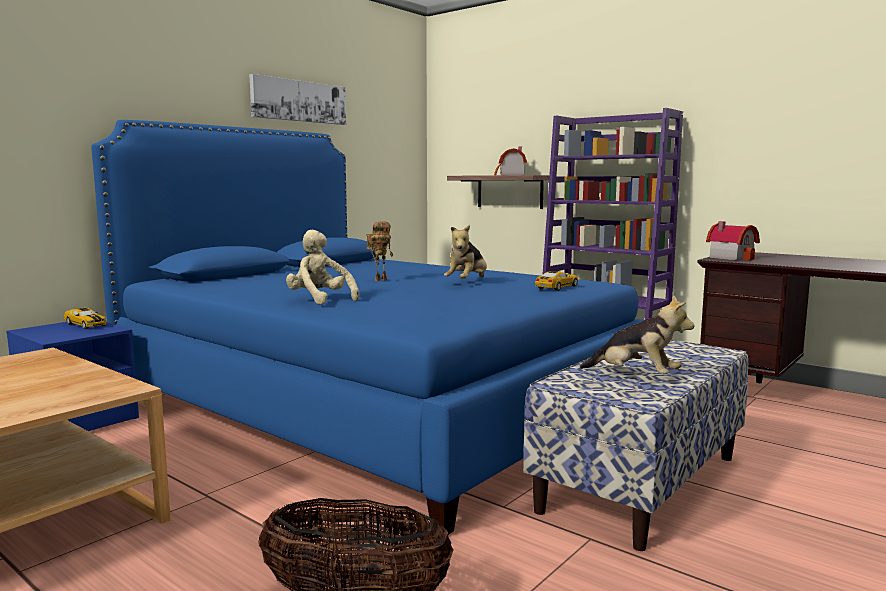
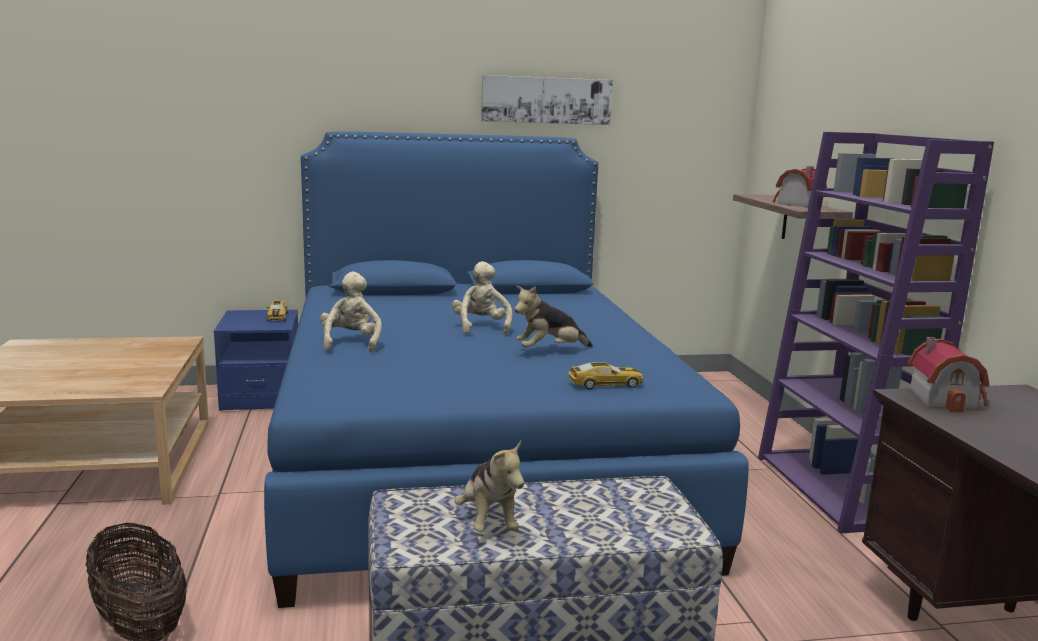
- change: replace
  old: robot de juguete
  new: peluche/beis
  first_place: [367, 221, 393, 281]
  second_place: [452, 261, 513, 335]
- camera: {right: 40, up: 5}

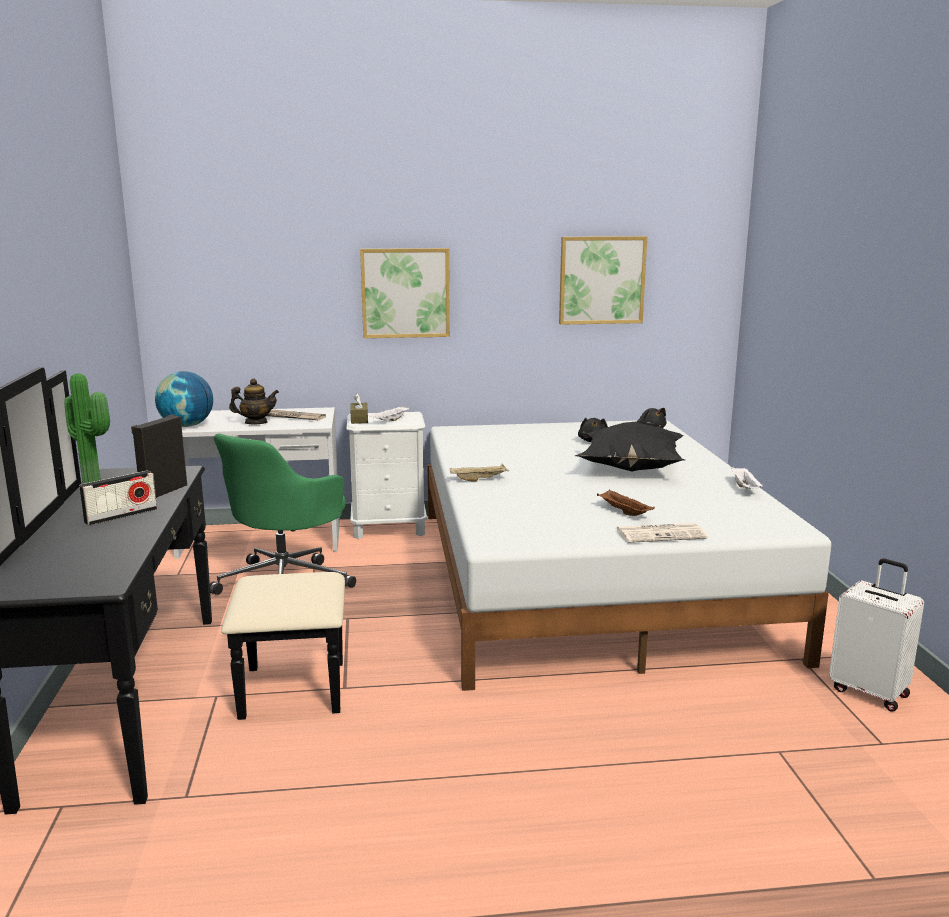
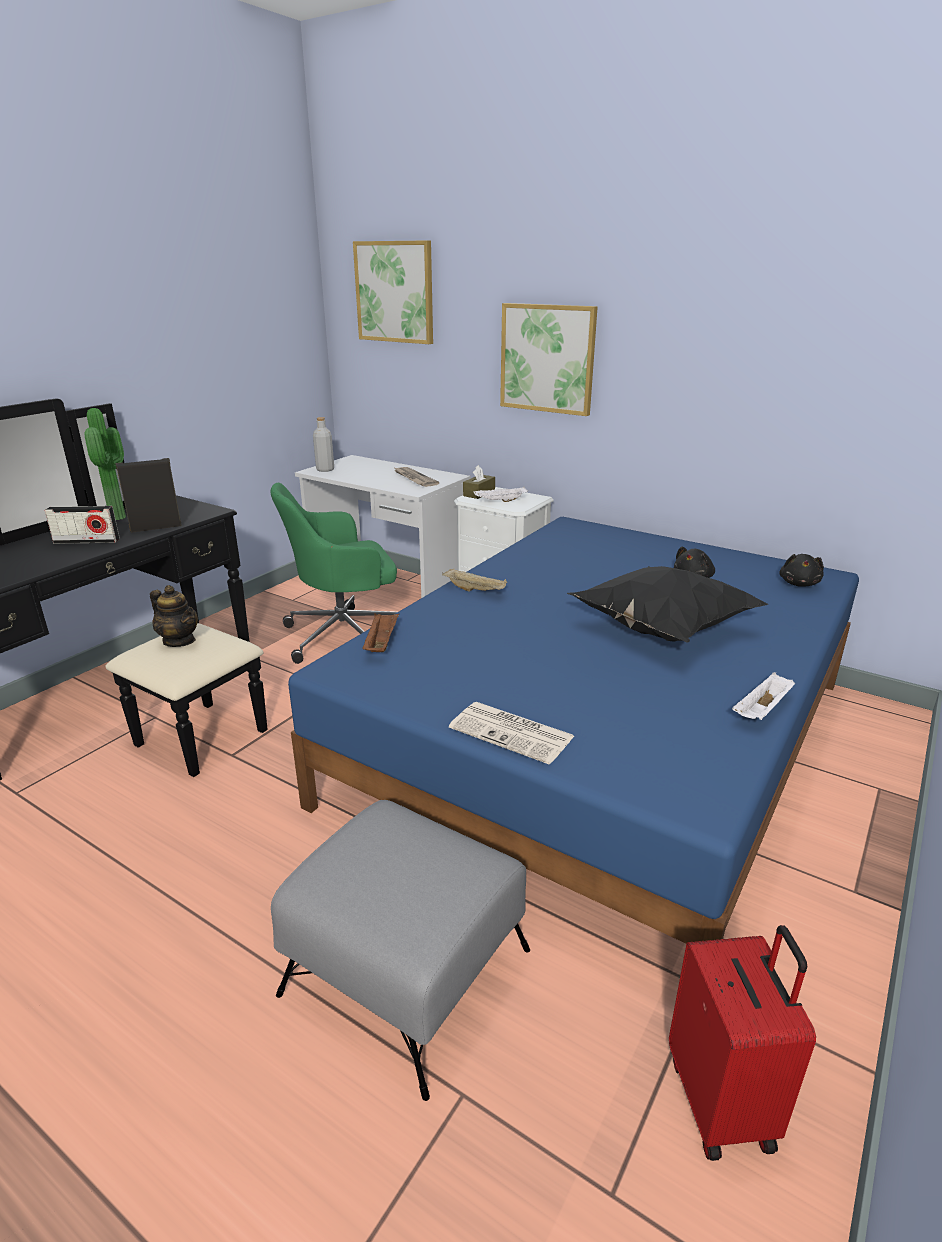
- change: move
  old: tetera
  first_place: [229, 378, 279, 424]
  second_place: [150, 585, 198, 647]
- change: insert
  new: puf/gris
  second_place: [271, 800, 530, 1101]
- change: recolor
  old: cama/blanco
  new: cama/azul
  first_place: [427, 420, 831, 691]
  second_place: [288, 517, 859, 944]
- change: replace
  old: globo terráqueo
  new: botella/gris
  first_place: [155, 371, 213, 427]
  second_place: [313, 417, 334, 472]
- change: move
  old: cuadro
  first_place: [559, 236, 647, 325]
  second_place: [353, 240, 433, 344]
- change: move
  old: bandeja/marrón
  first_place: [597, 490, 655, 516]
  second_place: [363, 613, 399, 652]
- change: recolor
  old: maleta/blanco
  new: maleta/rojo
  first_place: [829, 559, 924, 712]
  second_place: [669, 925, 816, 1161]
- camera: {right: 40, up: 10}

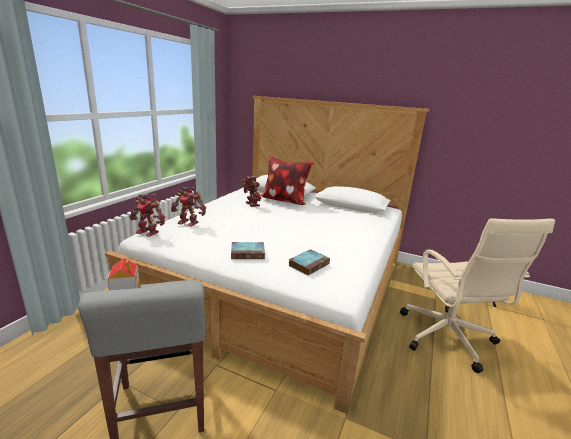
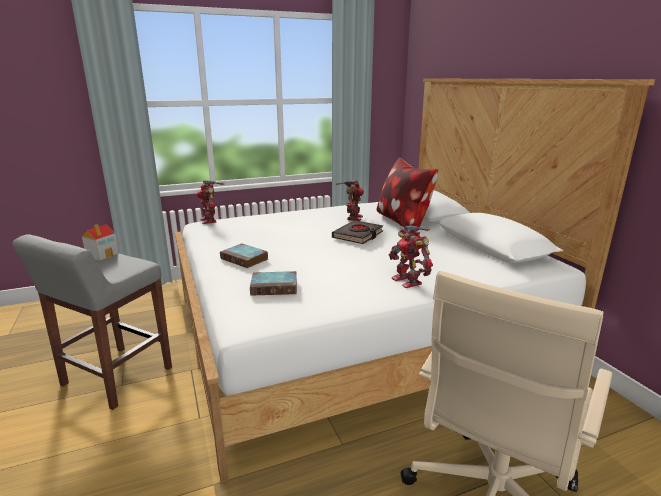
- change: insert
  new: libro/negro
  second_place: [332, 220, 383, 244]
- change: move
  old: robot de juguete
  first_place: [171, 187, 206, 227]
  second_place: [389, 226, 433, 288]
- camera: {right: 45, up: 0}

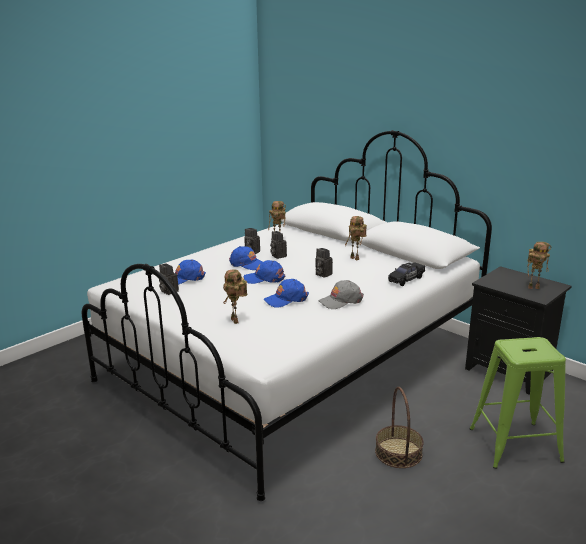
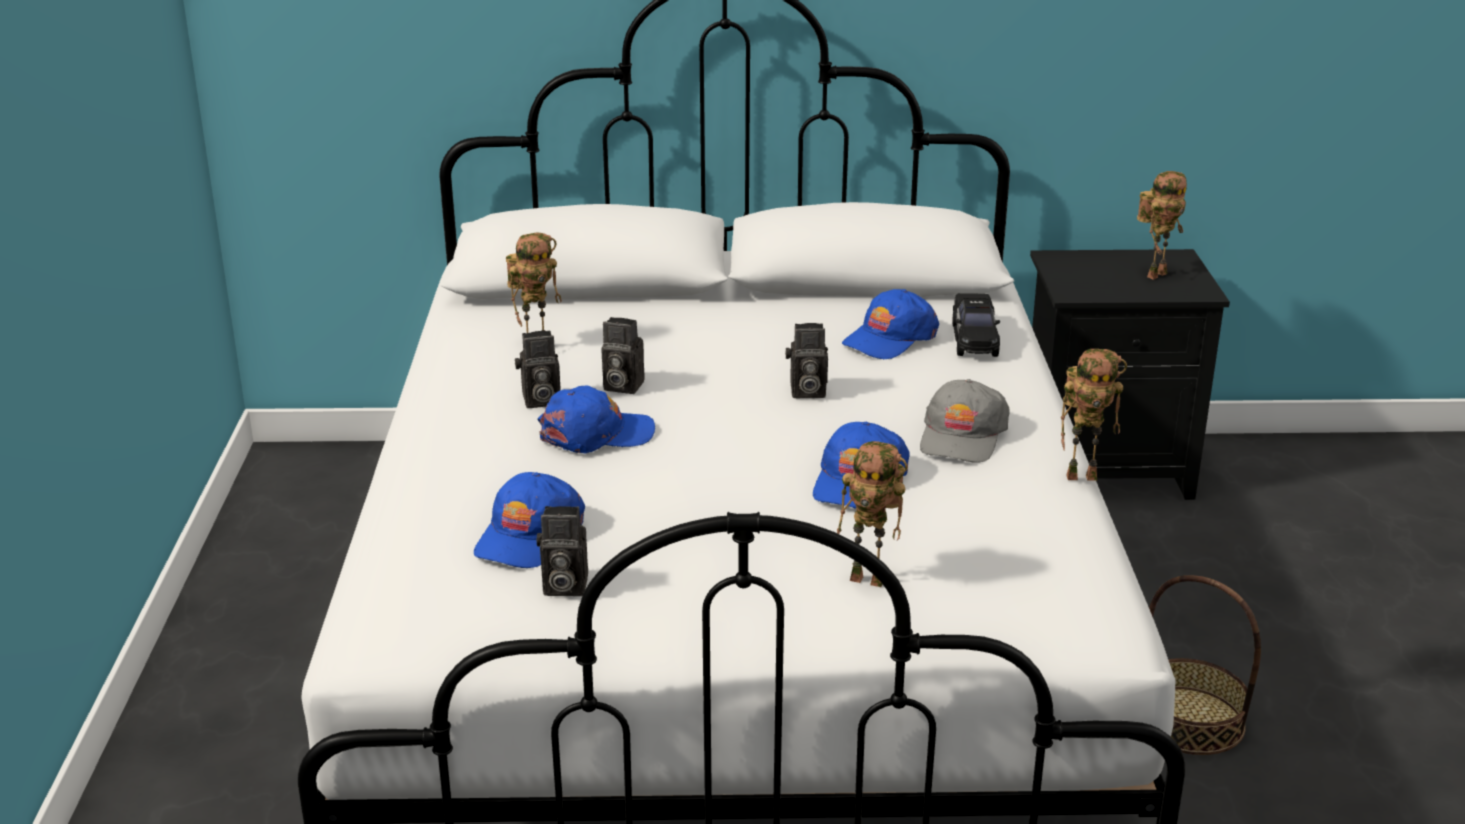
- change: move
  old: gorra/azul
  first_place: [244, 260, 285, 284]
  second_place: [842, 289, 939, 359]
- change: move
  old: robot de juguete
  first_place: [345, 216, 367, 260]
  second_place: [1061, 349, 1127, 481]
- change: delete
  old: taburete/verde
  first_place: [470, 337, 566, 469]
- camera: {right: -45, up: 5}

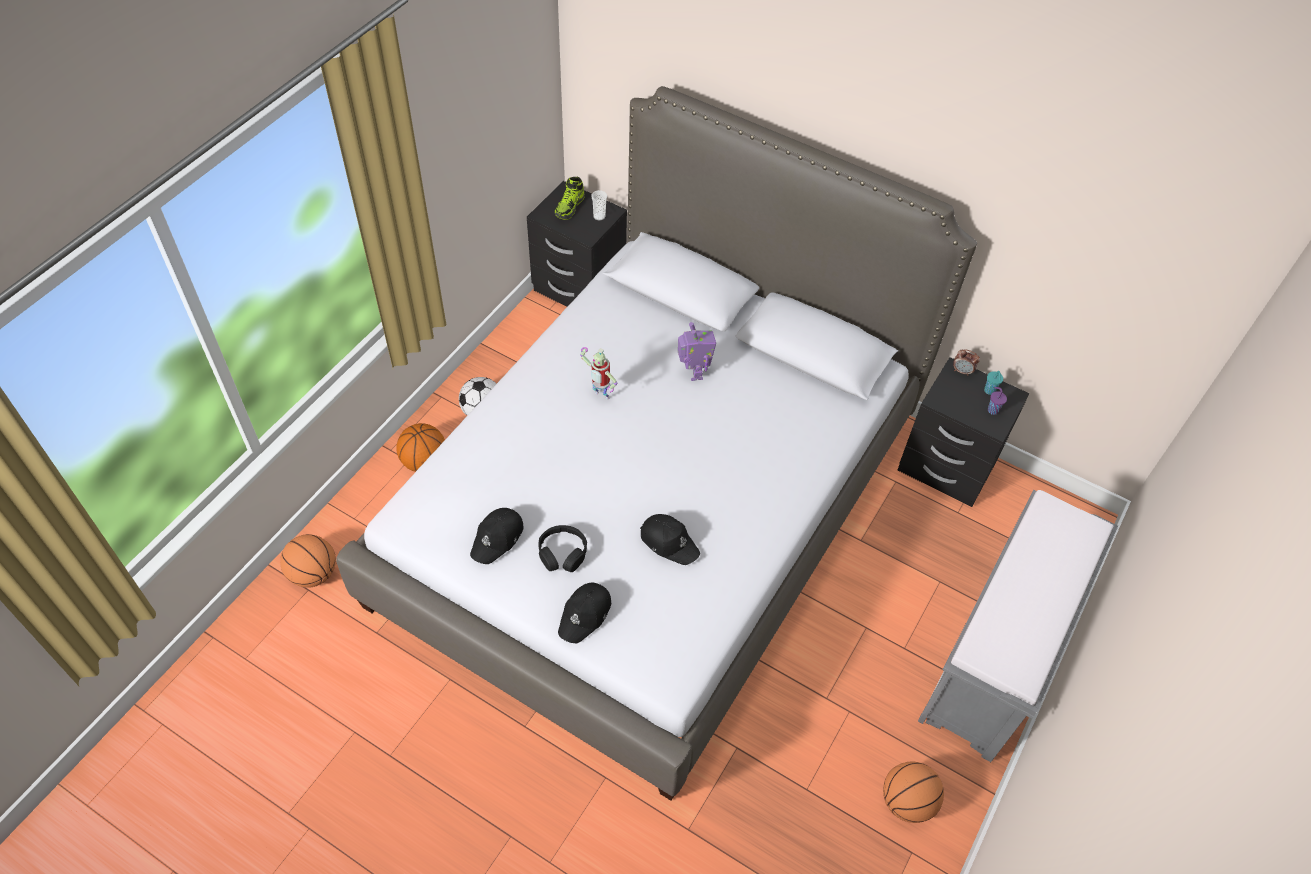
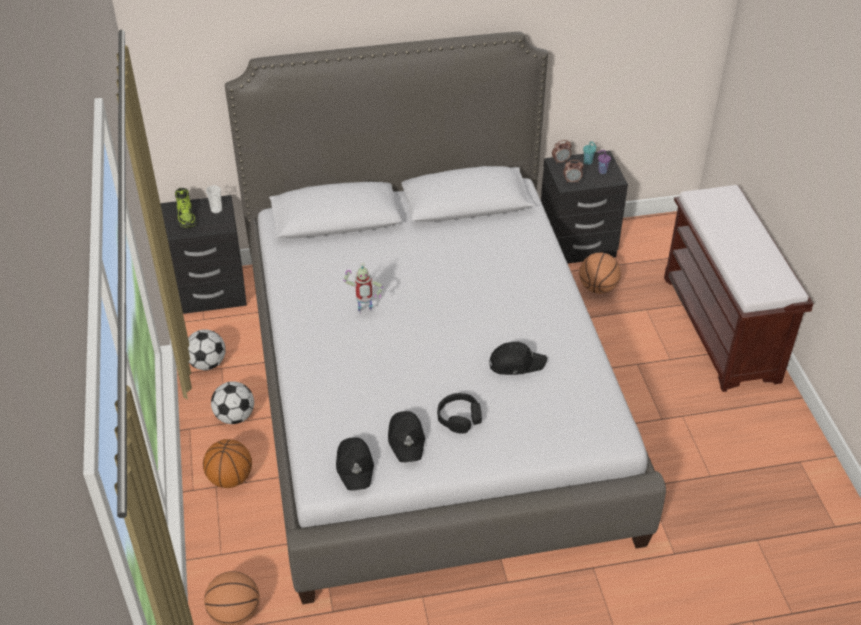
- change: insert
  new: balón de fútbol
  second_place: [188, 329, 226, 370]
- change: move
  old: gorra/negro
  first_place: [558, 583, 611, 643]
  second_place: [336, 437, 374, 491]
- change: insert
  new: despertador
  second_place: [564, 160, 584, 183]
- change: move
  old: balón de baloncesto
  first_place: [883, 762, 944, 823]
  second_place: [579, 253, 621, 294]
- change: recolor
  old: banco/gris
  new: banco/marrón
  first_place: [918, 490, 1118, 762]
  second_place: [664, 185, 814, 392]
- change: delete
  old: robot de juguete
  first_place: [678, 322, 716, 381]
- camera: {right: -40, up: -10}

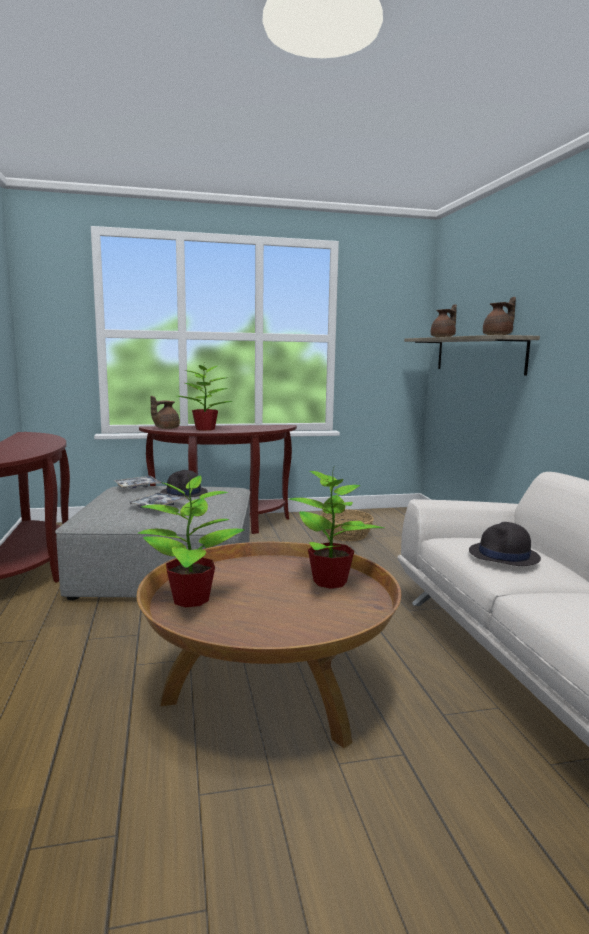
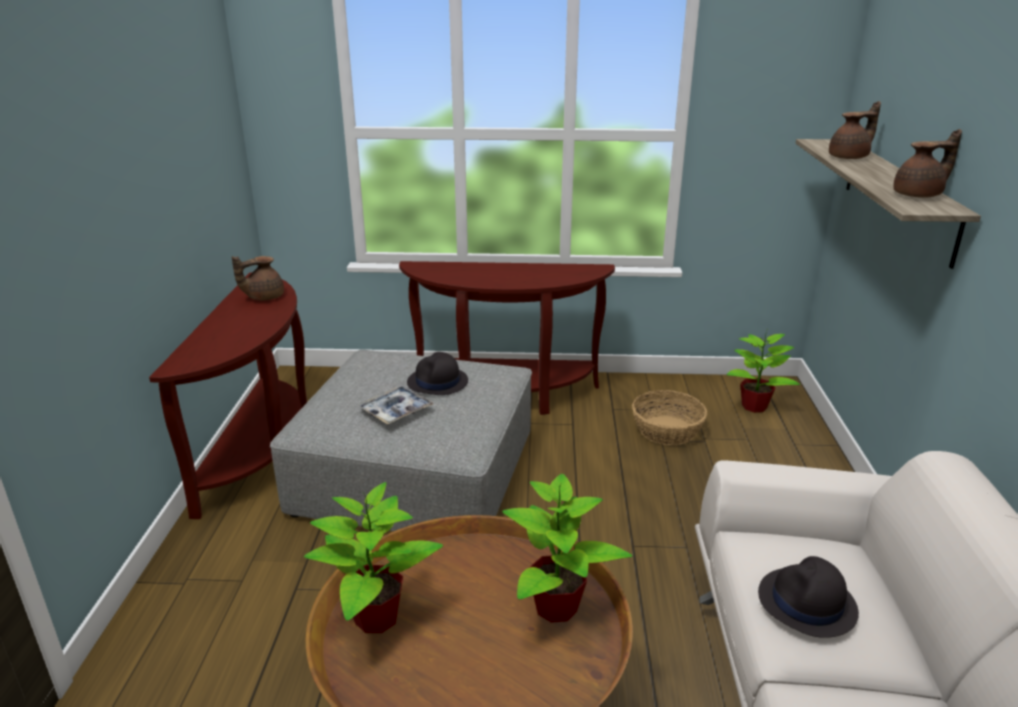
- change: move
  old: tetera/marrón
  first_place: [151, 396, 180, 429]
  second_place: [232, 256, 284, 301]
- change: move
  old: planta en maceta
  first_place: [177, 361, 233, 431]
  second_place: [726, 331, 800, 413]
- change: delete
  old: bandeja
  first_place: [114, 476, 161, 488]
- camera: {right: 15, up: 15}

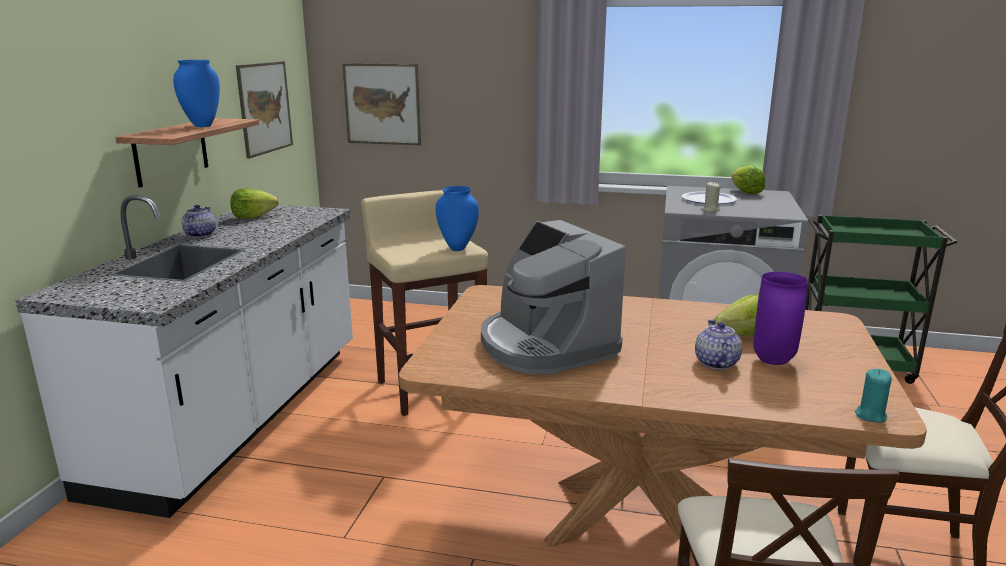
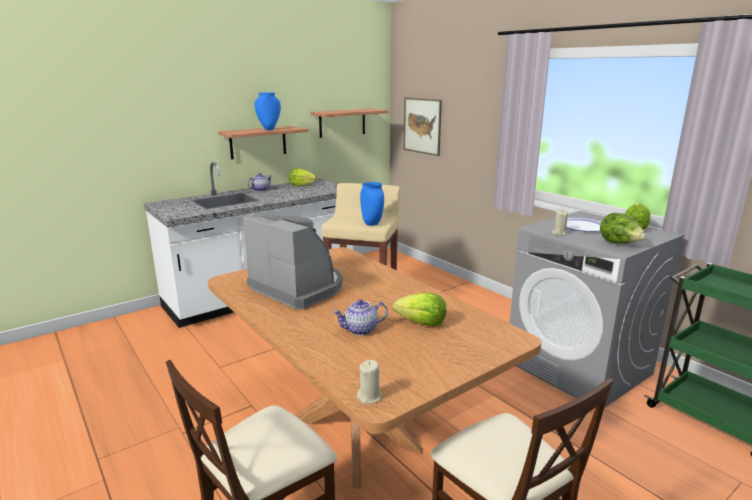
- change: rotate
  old: cafetera
  first_place: [481, 220, 626, 374]
  second_place: [243, 215, 343, 309]
  degrees: 120
- change: replace
  old: cuadro
  new: estante
  first_place: [236, 61, 293, 159]
  second_place: [311, 109, 389, 138]
- change: rotate
  old: tetera
  first_place: [695, 319, 742, 370]
  second_place: [333, 299, 388, 335]
  degrees: -150
- change: recolor
  old: vela/turquesa
  new: vela/beis
  first_place: [855, 369, 892, 423]
  second_place: [357, 360, 382, 404]
- change: insert
  new: lechuga
  second_place: [600, 213, 646, 244]
- change: delete
  old: florero/morado
  first_place: [753, 272, 808, 365]
- camera: {right: 40, up: 0}

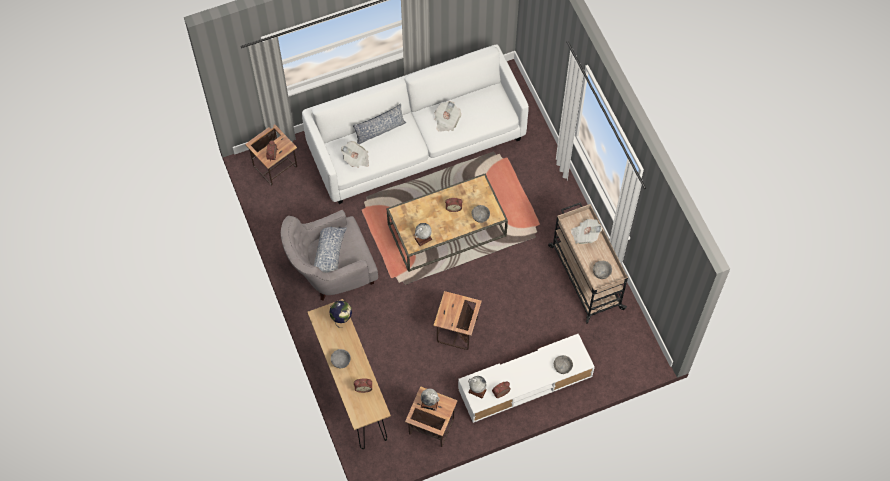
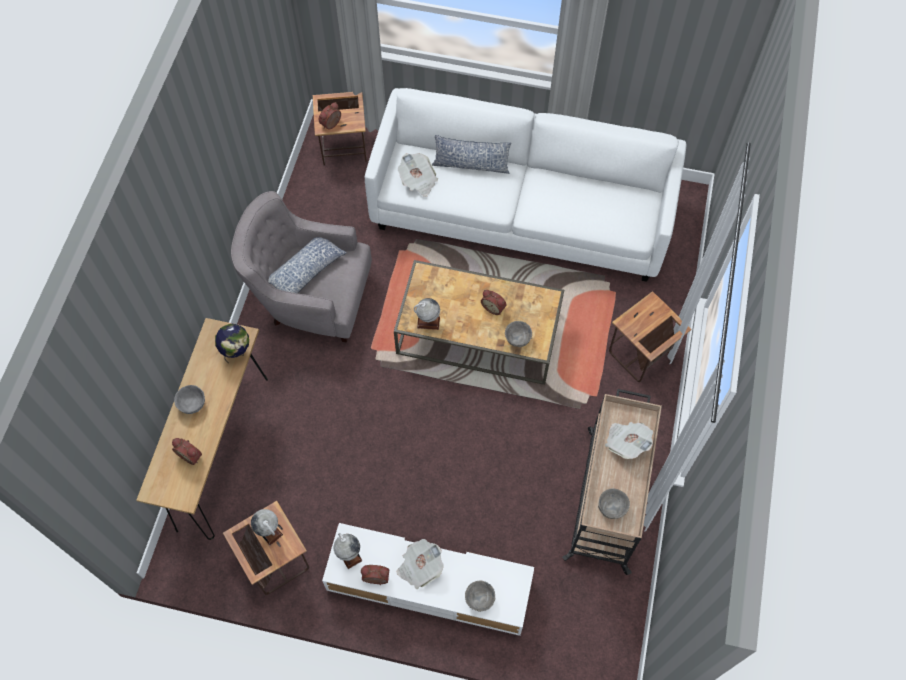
- change: move
  old: periódico
  first_place: [434, 101, 461, 131]
  second_place: [397, 539, 443, 589]
- change: move
  old: mesa auxiliar
  first_place: [433, 291, 482, 350]
  second_place: [609, 291, 691, 382]
- camera: {right: 35, up: 0}

